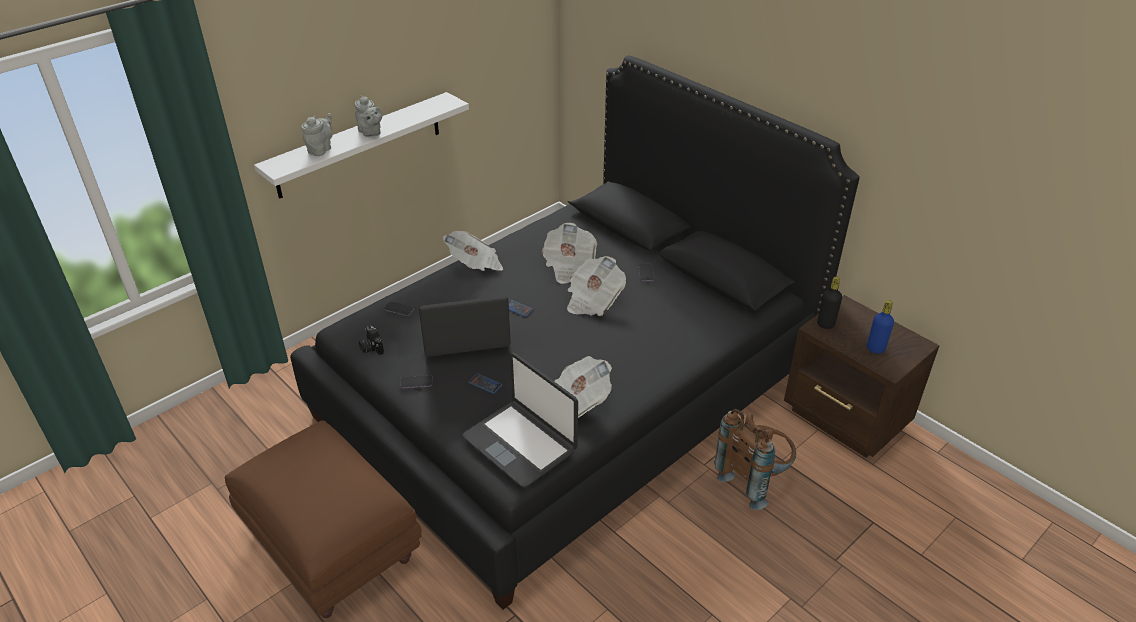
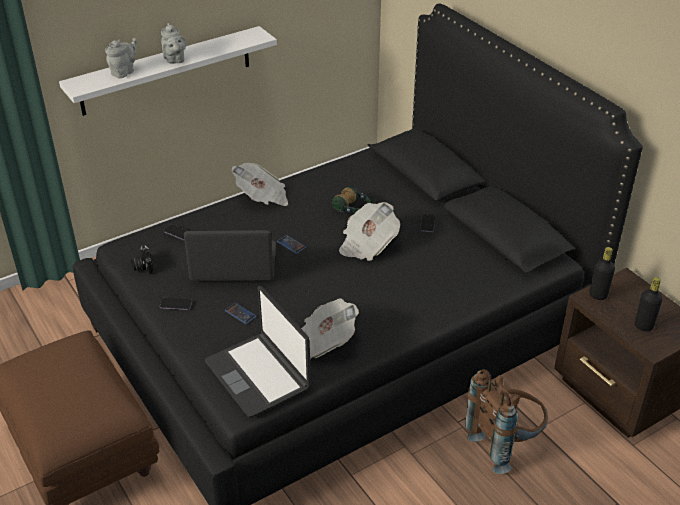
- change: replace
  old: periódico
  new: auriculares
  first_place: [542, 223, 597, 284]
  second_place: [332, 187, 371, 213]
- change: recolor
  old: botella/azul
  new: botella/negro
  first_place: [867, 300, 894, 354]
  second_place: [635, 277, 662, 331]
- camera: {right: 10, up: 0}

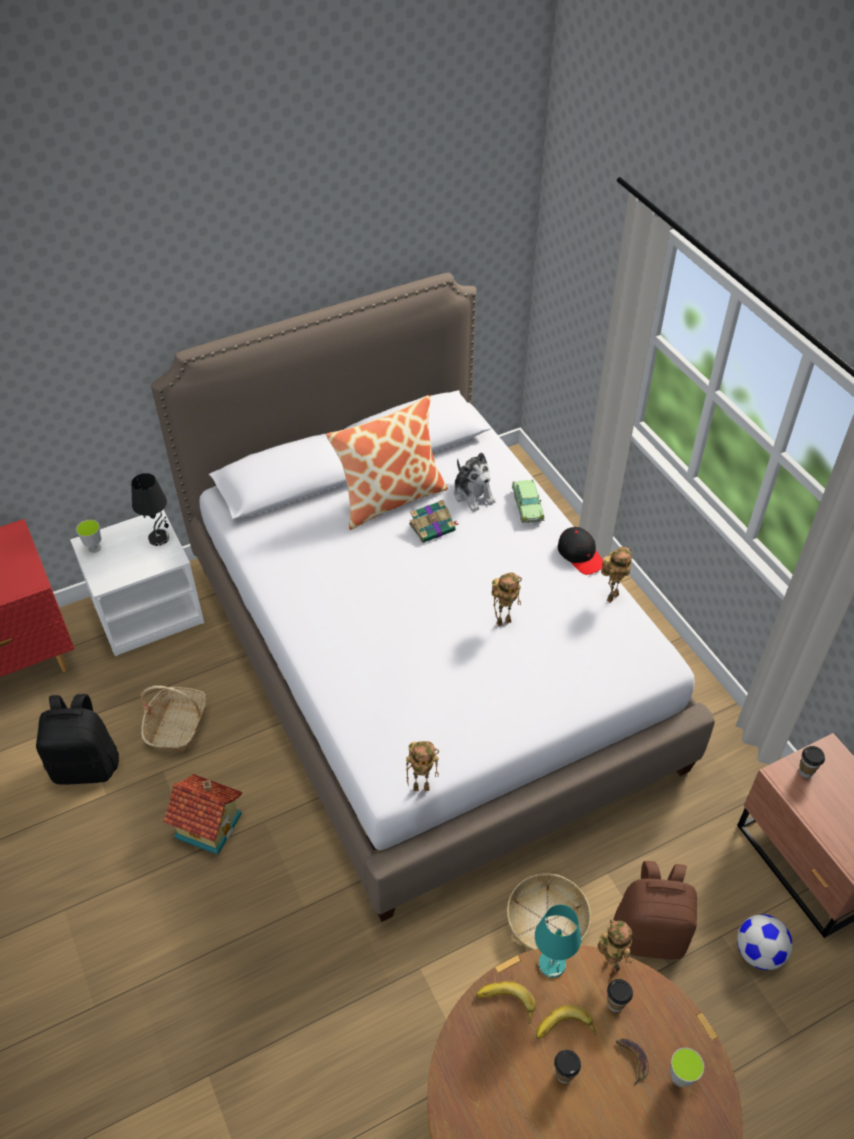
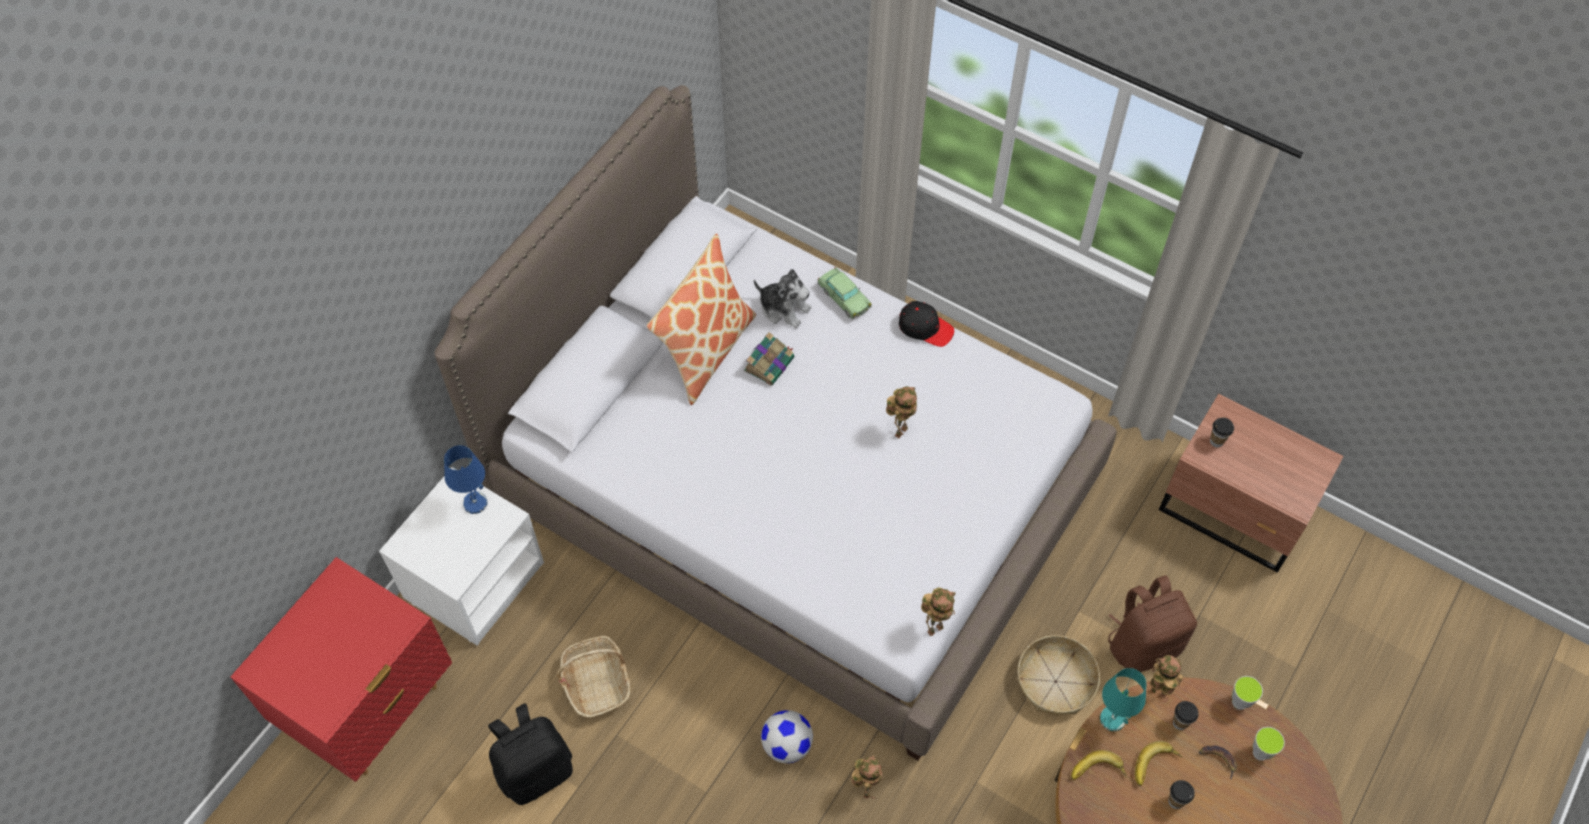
- change: recolor
  old: lámpara de mesa/negro
  new: lámpara de mesa/azul
  first_place: [131, 473, 169, 546]
  second_place: [444, 445, 487, 514]
- change: move
  old: balón de fútbol
  first_place: [737, 914, 792, 970]
  second_place: [761, 710, 813, 763]
- change: move
  old: robot de juguete
  first_place: [601, 547, 632, 603]
  second_place: [851, 754, 883, 799]
- change: move
  old: taza
  first_place: [76, 520, 101, 553]
  second_place: [1232, 676, 1263, 710]
- change: delete
  old: casita
  first_place: [163, 774, 242, 855]
- camera: {right: -30, up: 10}

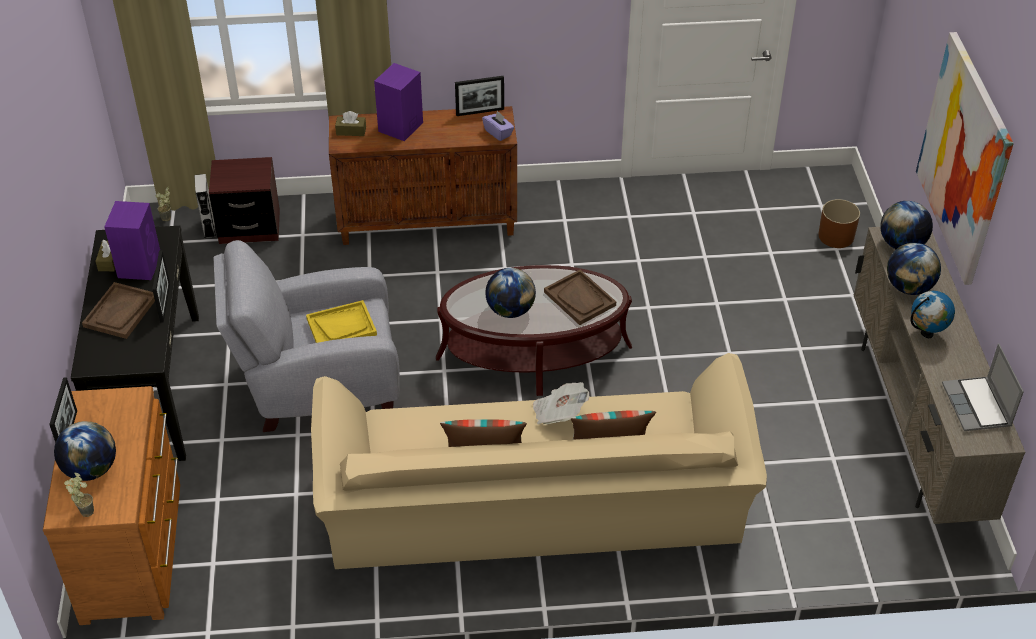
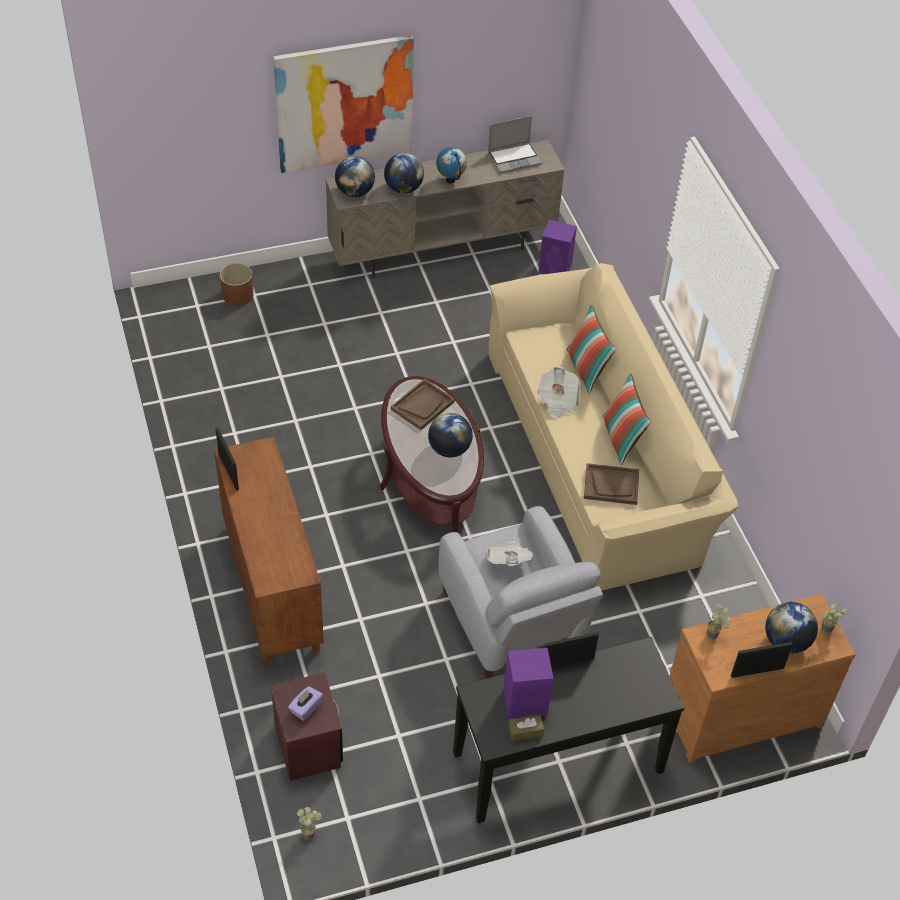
- change: move
  old: caja de pañuelos/morado
  first_place: [482, 111, 514, 141]
  second_place: [288, 686, 323, 721]
- change: replace
  old: bandeja/amarillo
  new: periódico
  first_place: [306, 300, 377, 343]
  second_place: [487, 541, 534, 566]
- change: move
  old: altavoz/morado
  first_place: [374, 63, 423, 141]
  second_place: [538, 220, 577, 274]
- change: move
  old: bandeja/marrón
  first_place: [82, 282, 155, 339]
  second_place: [584, 463, 639, 505]
- change: insert
  new: planta en maceta
  second_place: [707, 602, 730, 640]
- change: delete
  old: altavoz/gris
  first_place: [194, 174, 216, 238]
- change: delete
  old: caja de pañuelos/marrón
  first_place: [335, 111, 366, 136]
- camera: {right: -105, up: 5}

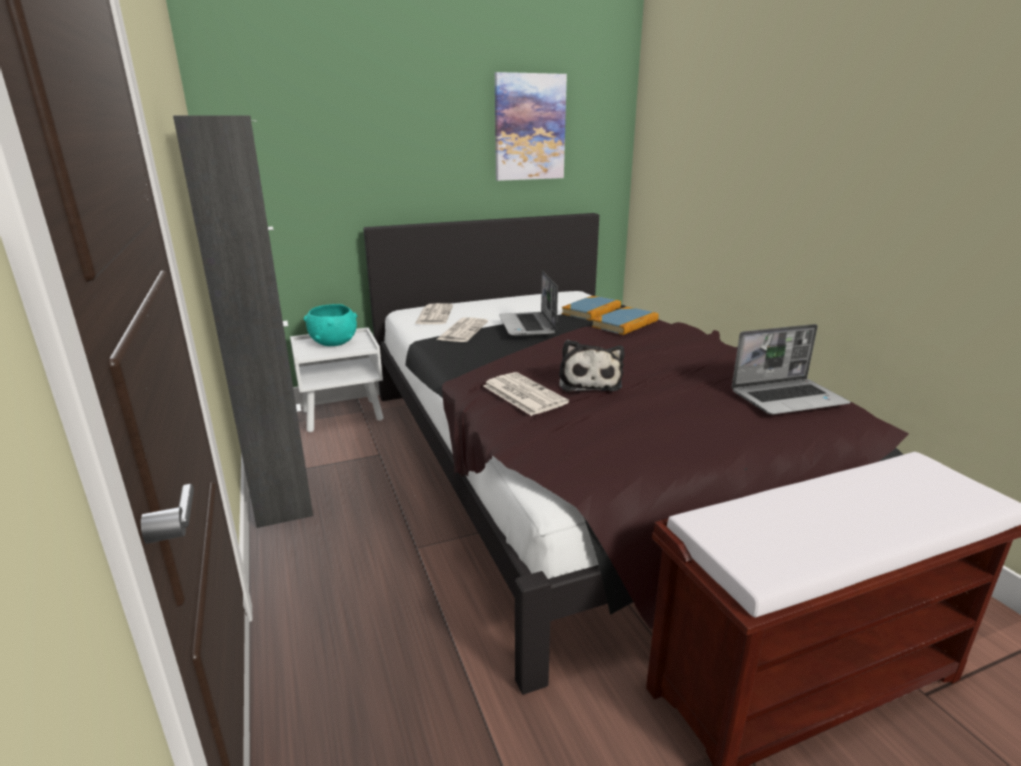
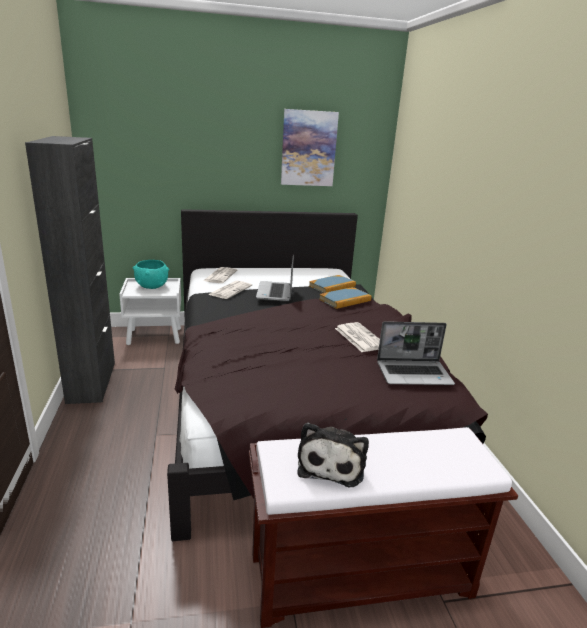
- change: move
  old: peluche
  first_place: [559, 340, 624, 392]
  second_place: [297, 423, 369, 488]
- change: move
  old: periódico
  first_place: [483, 372, 569, 416]
  second_place: [335, 322, 380, 352]
- camera: {right: 10, up: 0}

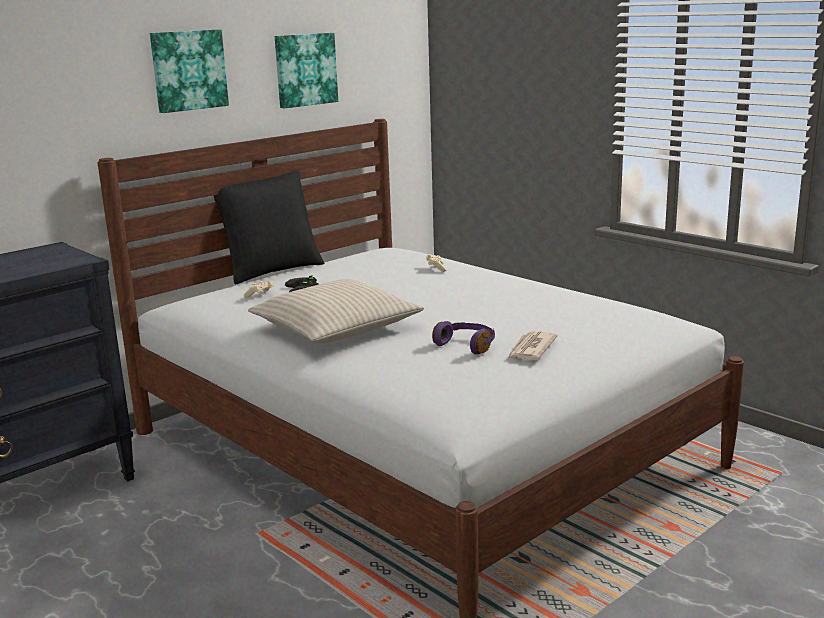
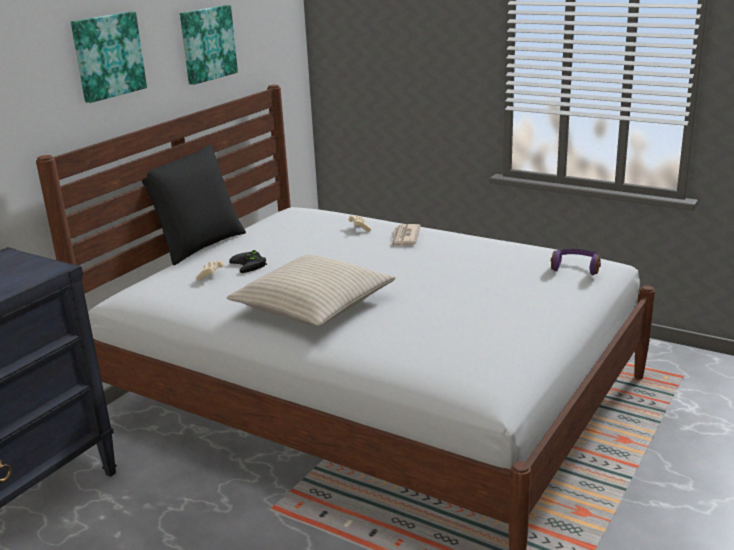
- change: move
  old: periódico
  first_place: [508, 331, 558, 360]
  second_place: [392, 224, 421, 246]
- change: move
  old: auriculares/morado
  first_place: [432, 321, 495, 354]
  second_place: [551, 249, 601, 275]
- camera: {right: -15, up: 5}

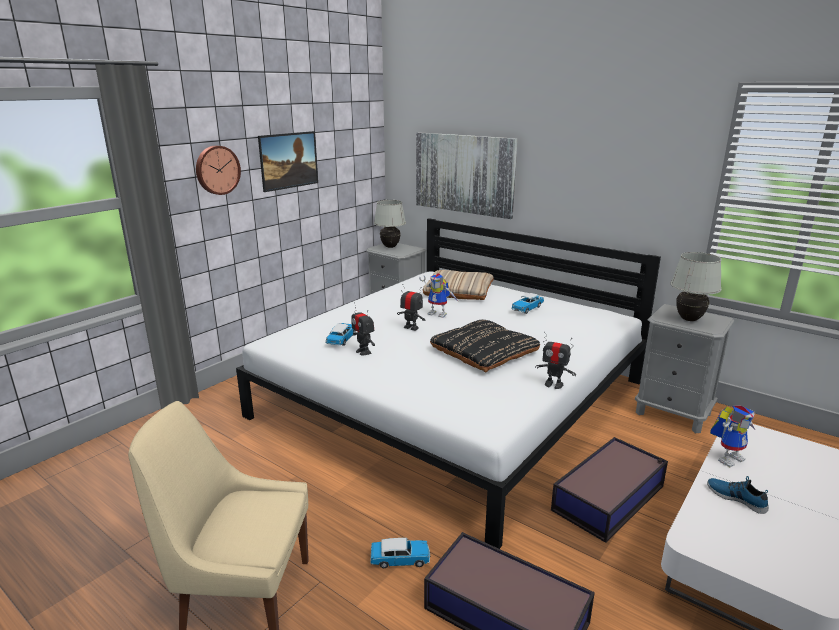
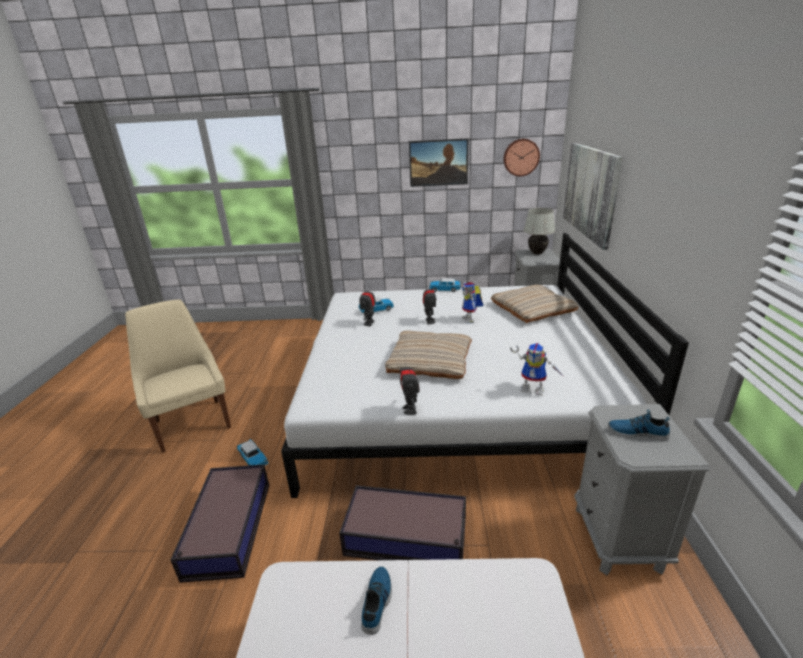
- change: recolor
  old: cojín/negro
  new: cojín/beis
  first_place: [430, 320, 540, 372]
  second_place: [385, 331, 472, 379]
- change: move
  old: coche de juguete
  first_place: [511, 293, 544, 314]
  second_place: [429, 278, 461, 292]
- change: move
  old: reloj de pared
  first_place: [196, 146, 241, 195]
  second_place: [503, 139, 540, 176]
- change: move
  old: robot de juguete
  first_place: [710, 406, 755, 467]
  second_place: [510, 343, 565, 396]
- change: replace
  old: lámpara de mesa/blanco
  new: zapato
  first_place: [671, 252, 721, 321]
  second_place: [608, 409, 670, 441]
- camera: {right: 55, up: 5}

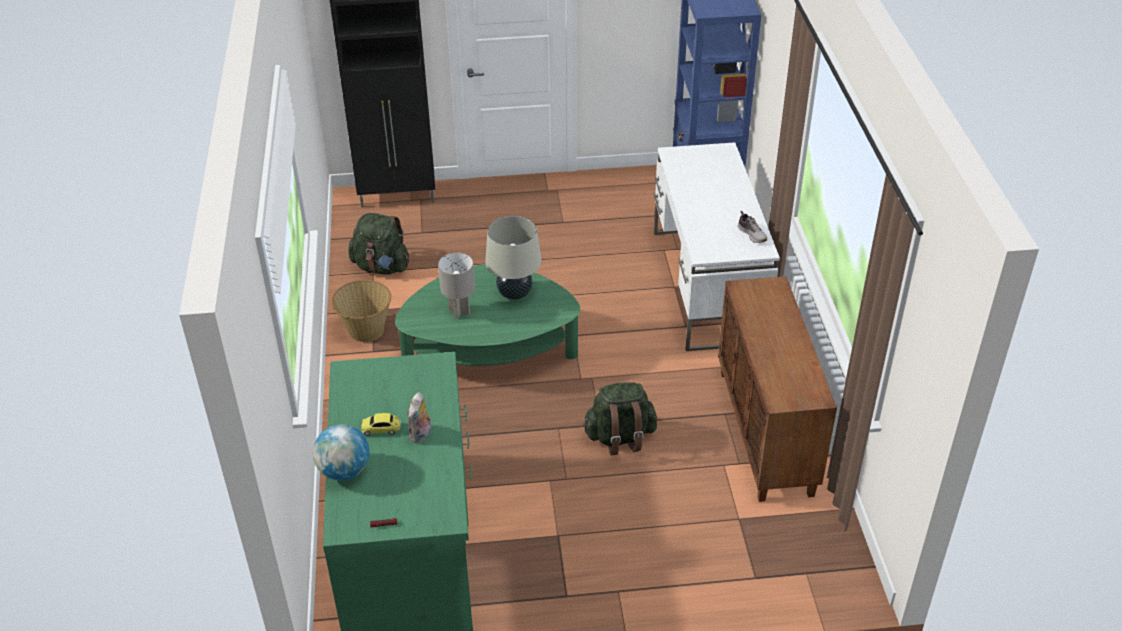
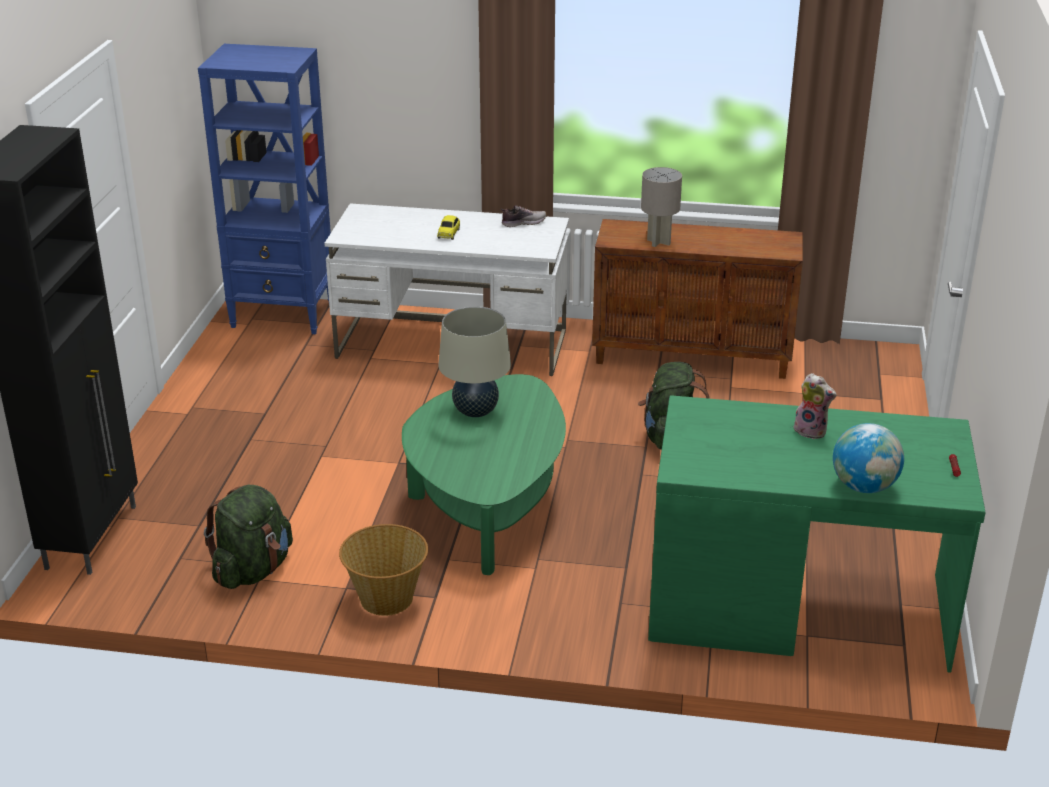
- change: move
  old: coche de juguete
  first_place: [361, 413, 401, 436]
  second_place: [437, 215, 460, 240]
- change: move
  old: lámpara de mesa/gris
  first_place: [438, 252, 475, 320]
  second_place: [641, 167, 682, 247]
- camera: {right: -75, up: -10}

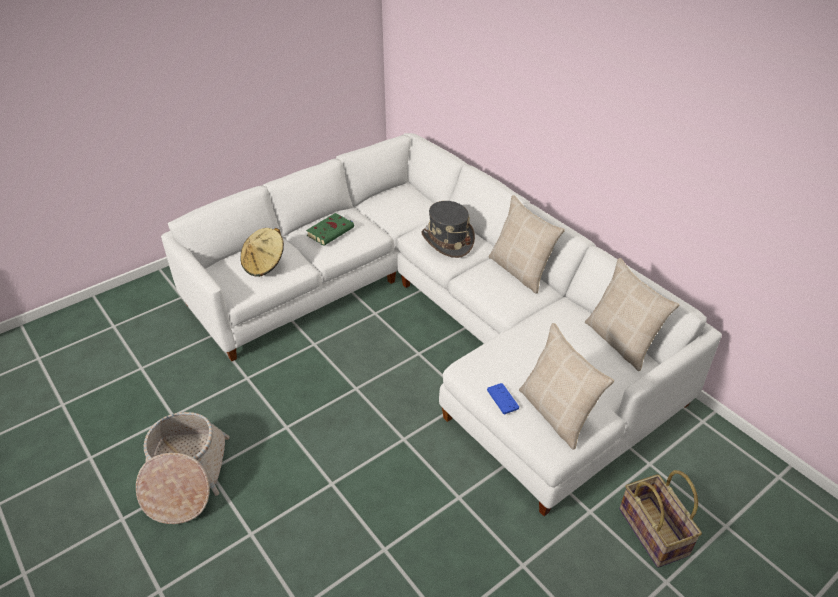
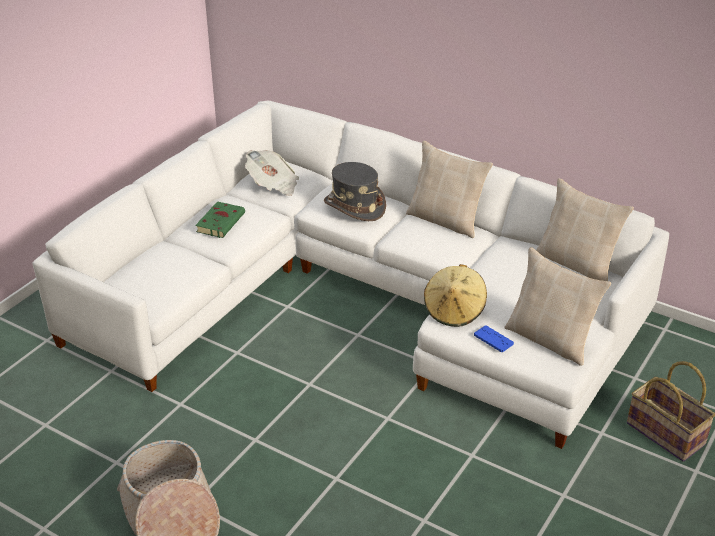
- change: insert
  new: periódico
  second_place: [245, 150, 299, 196]
- change: move
  old: sombrero/beis
  first_place: [241, 228, 284, 277]
  second_place: [424, 264, 487, 327]
- camera: {right: -20, up: -5}

